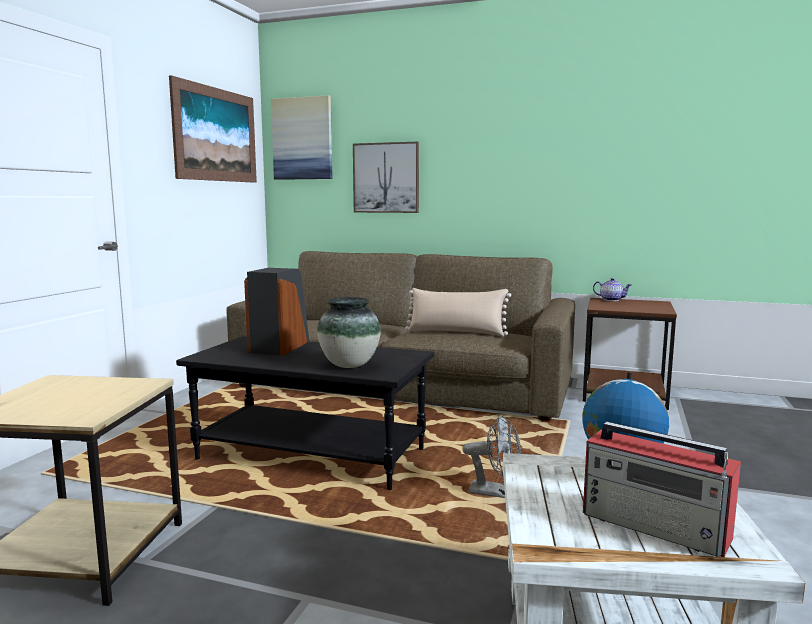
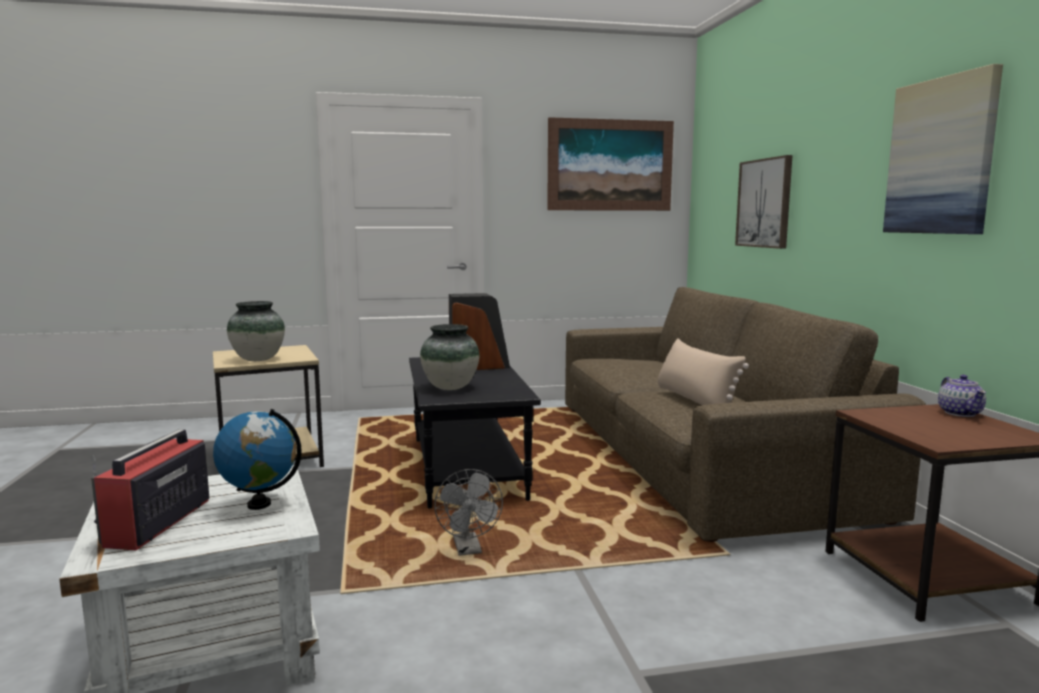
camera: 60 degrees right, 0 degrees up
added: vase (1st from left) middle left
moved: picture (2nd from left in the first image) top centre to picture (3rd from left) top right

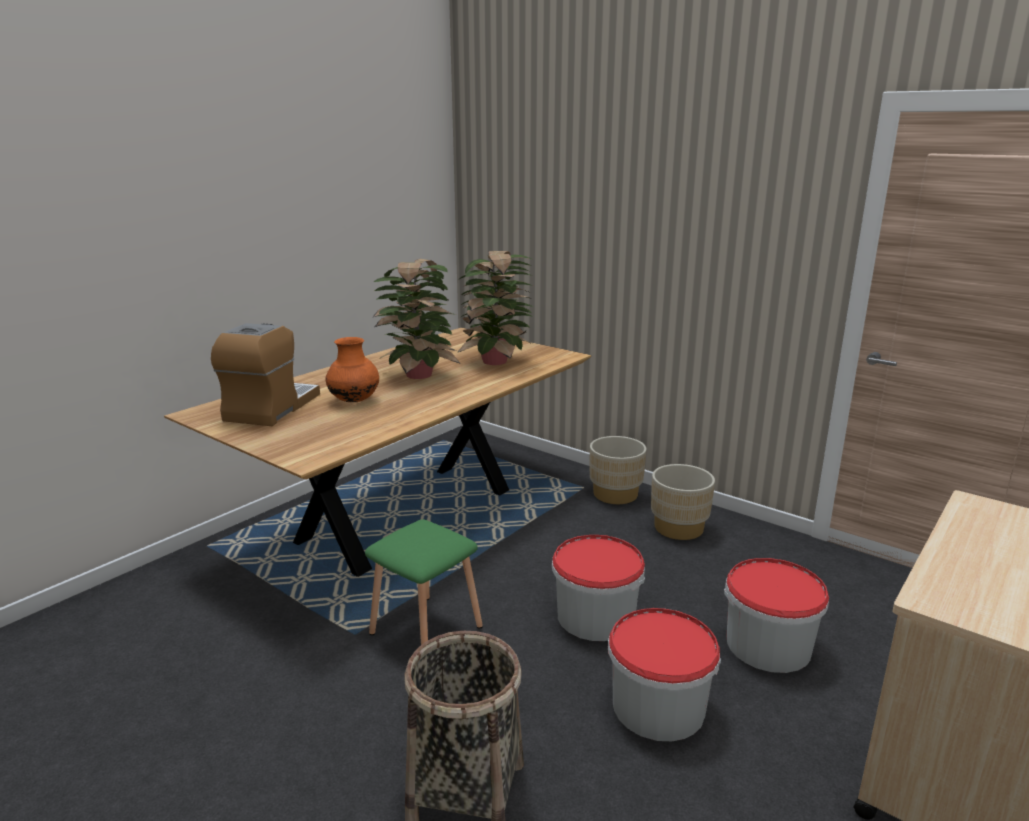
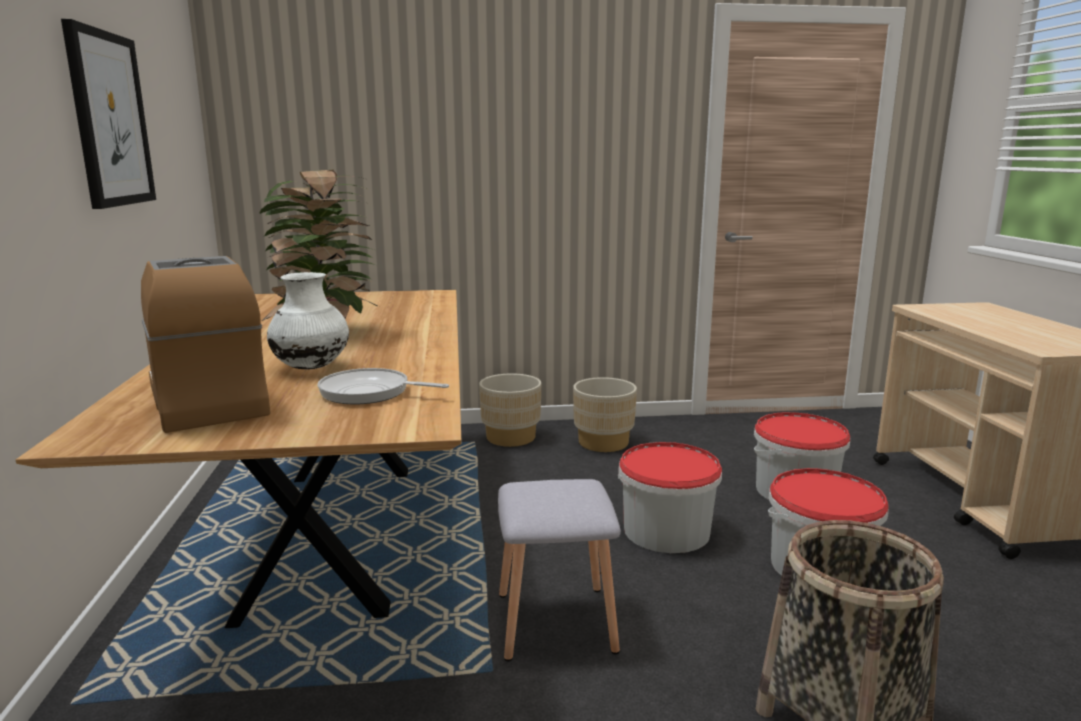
camera: 45 degrees left, 5 degrees down
removed: potted plant (2nd from left) centre
added: picture top left; frying pan centre
recoloured: orange vase centre to white vase middle left; green stool bottom centre to grey stool bottom centre

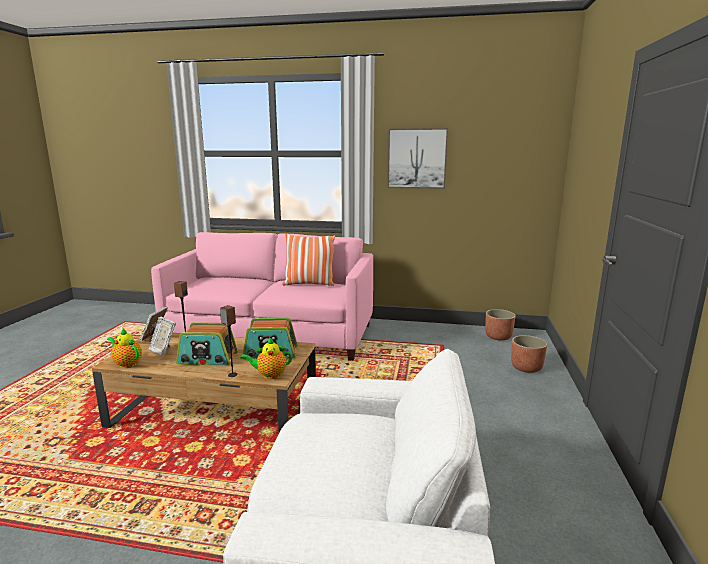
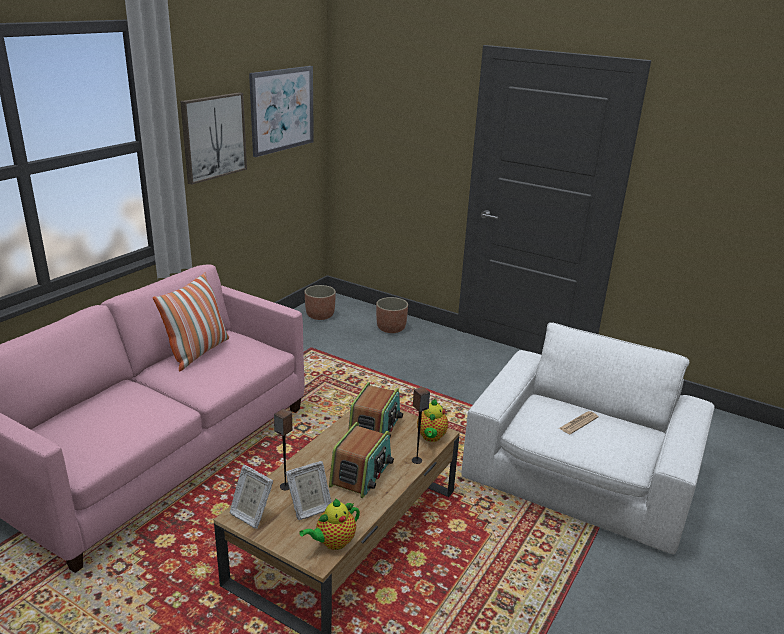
camera: 70 degrees left, 10 degrees up
added: picture (2nd from left) top centre; newspaper middle right

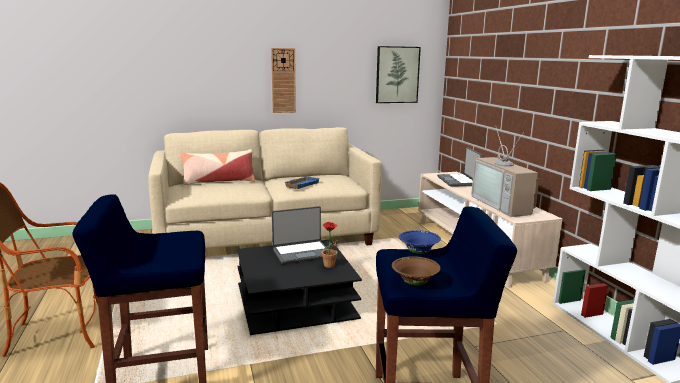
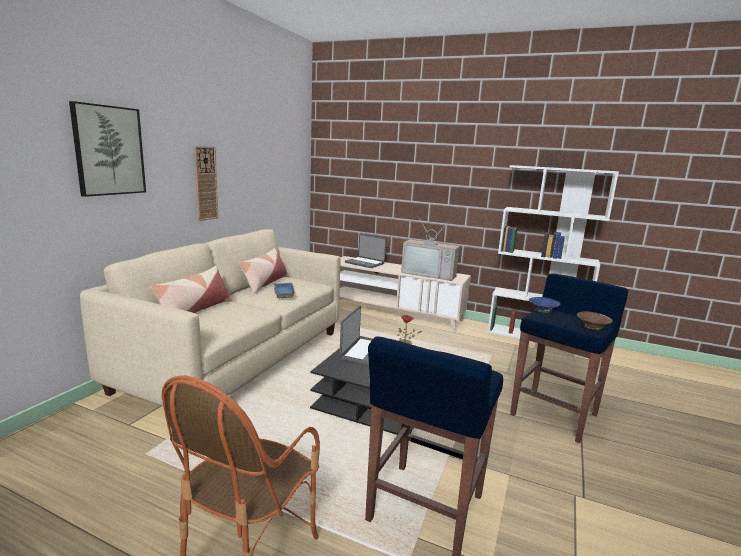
camera: 50 degrees left, 0 degrees up
added: pillow (2nd from left) centre
moved: picture top centre to top left

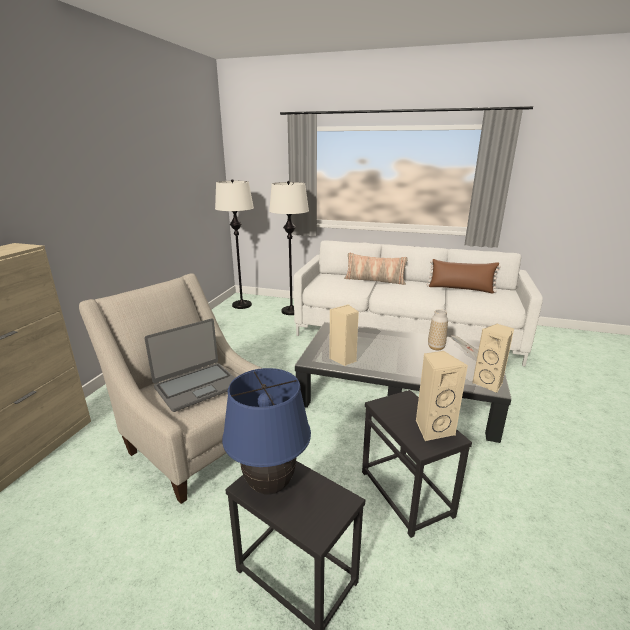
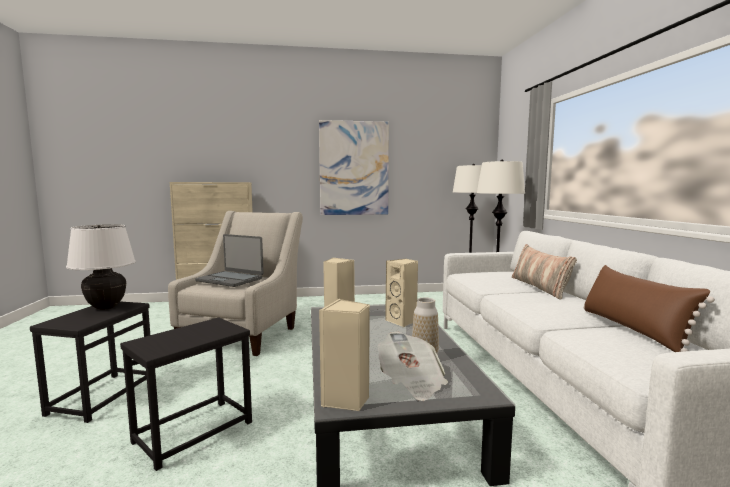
camera: 65 degrees right, 15 degrees down
added: picture centre
moved: beige speaker (2nd from left in the first image) middle right to beige speaker (3rd from left) centre
recoloured: blue table lamp bottom centre to white table lamp middle left

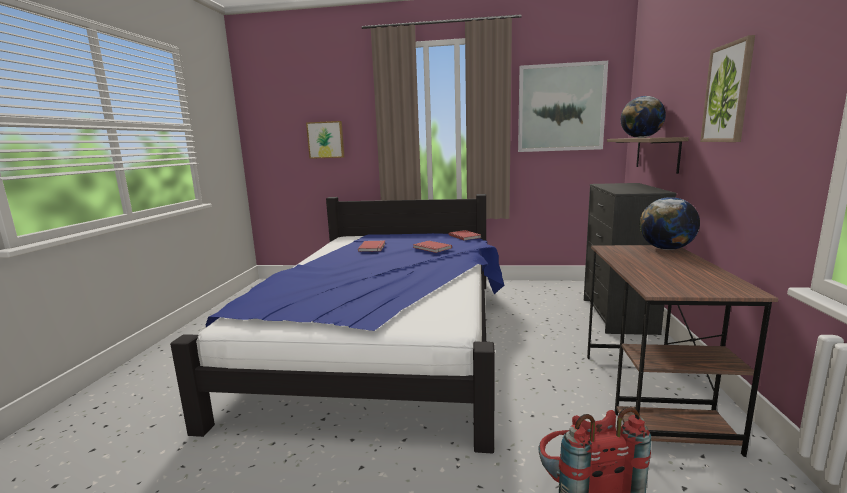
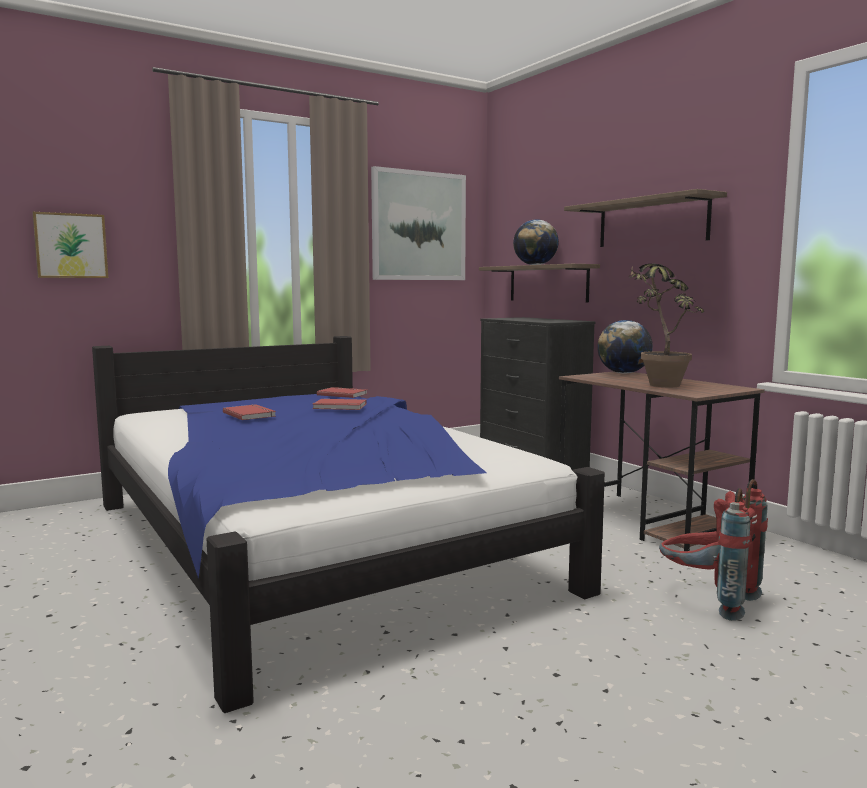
camera: 40 degrees left, 5 degrees down
added: potted plant middle right
replaced: picture (3rd from left) top right to shelf (2nd from left) top right

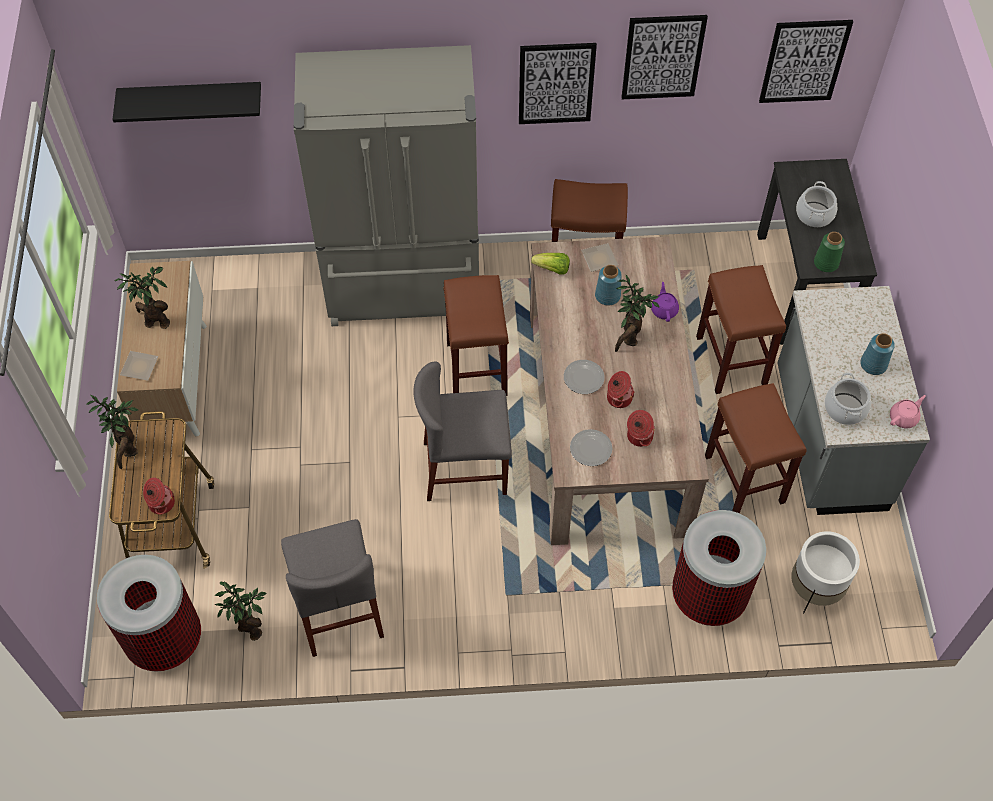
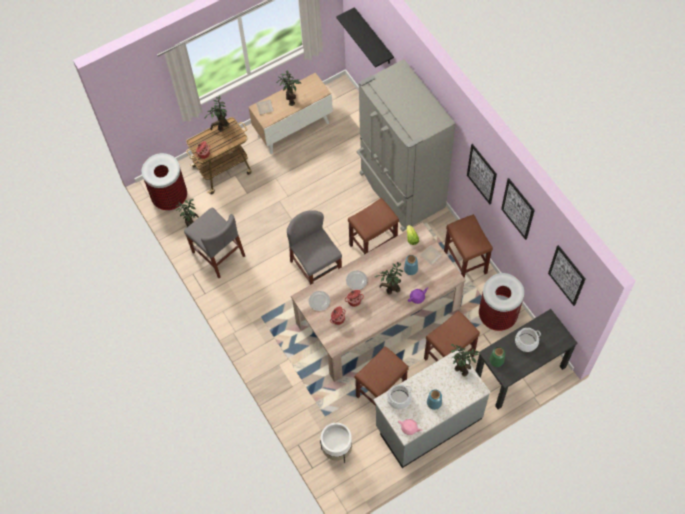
camera: 65 degrees right, 5 degrees up
added: potted plant (5th from left) bottom right
moved: trash can (2nd from left) bottom right to middle right
turned: grey chair (1st from left) bottom centre = middle left 90 degrees counterclockwise

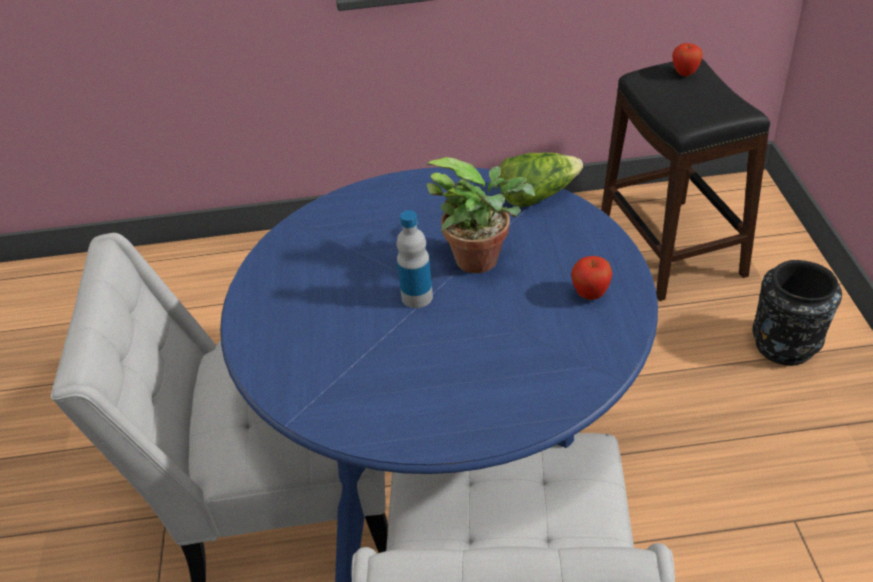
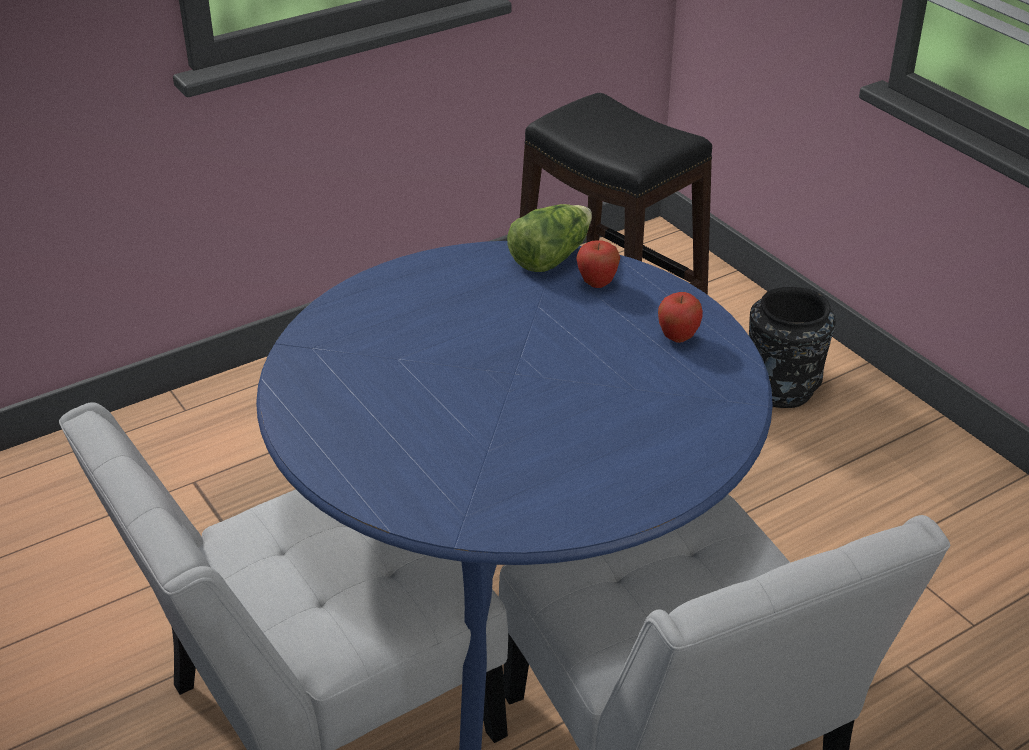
camera: 30 degrees left, 5 degrees down
removed: bottle centre; potted plant centre
moved: apple (2nd from left in the first image) top right to apple (1st from left) centre

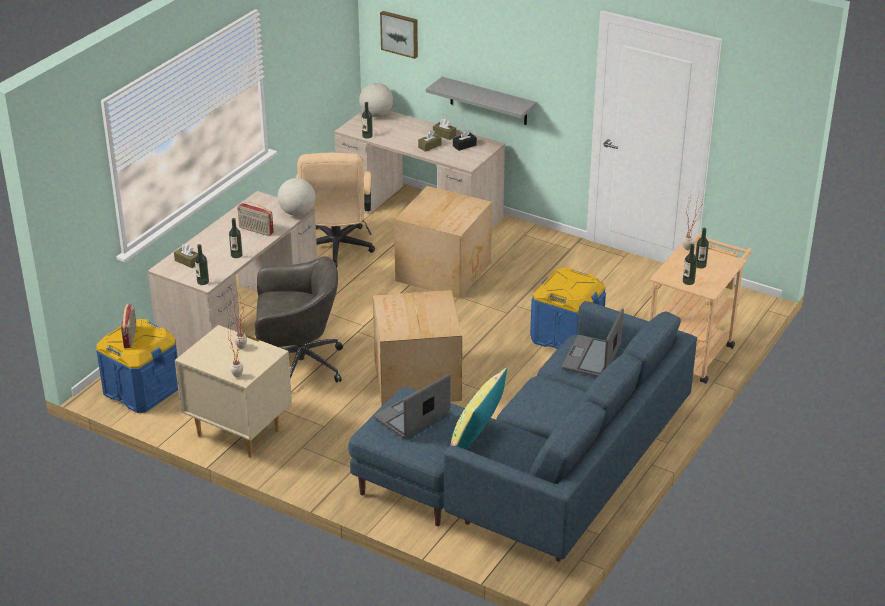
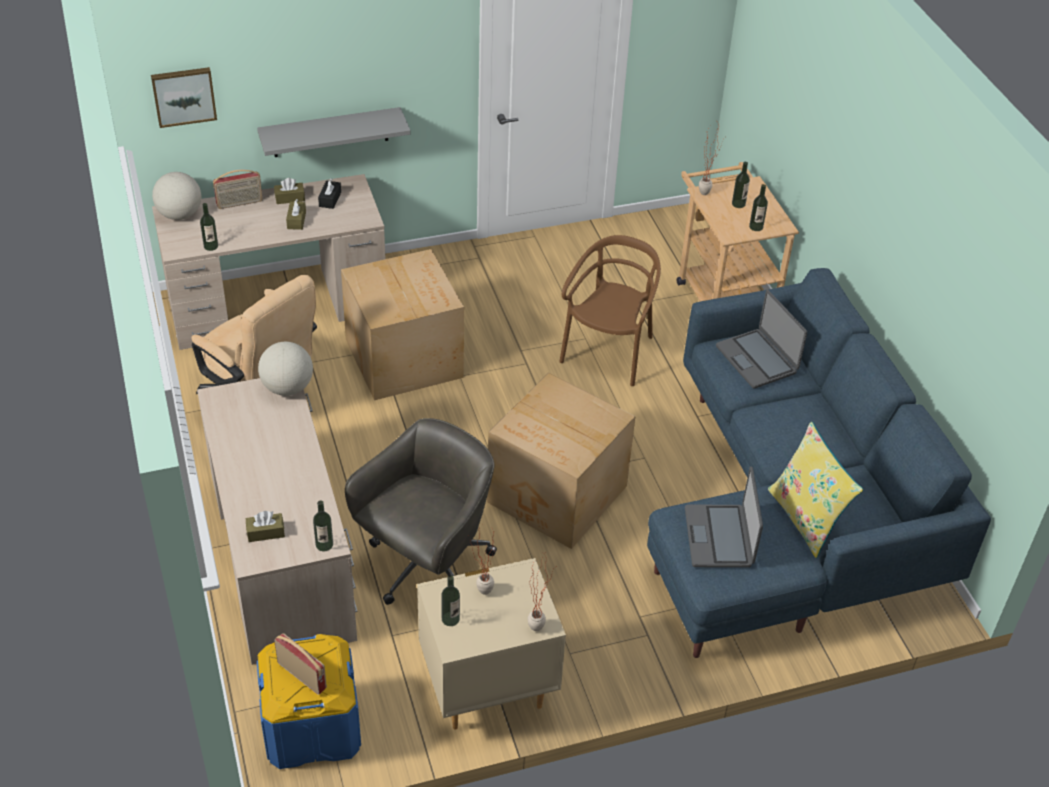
camera: 50 degrees left, 10 degrees up
moved: bottle (2nd from left in the first image) middle left to bottle (3rd from left) bottom centre; radio (2nd from left in the first image) middle left to radio (1st from left) top left
replaced: blue storage box (2nd from left) centre to brown chair centre

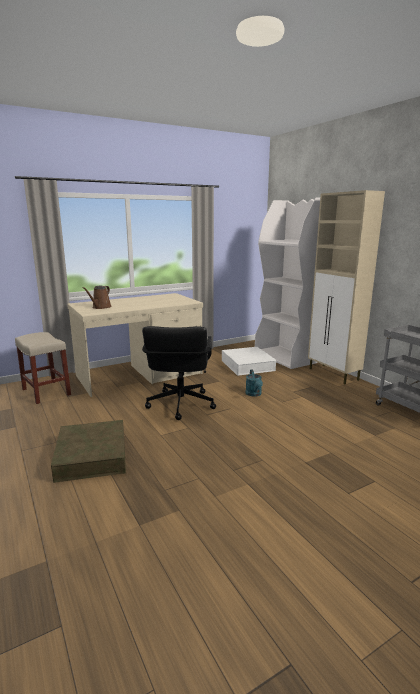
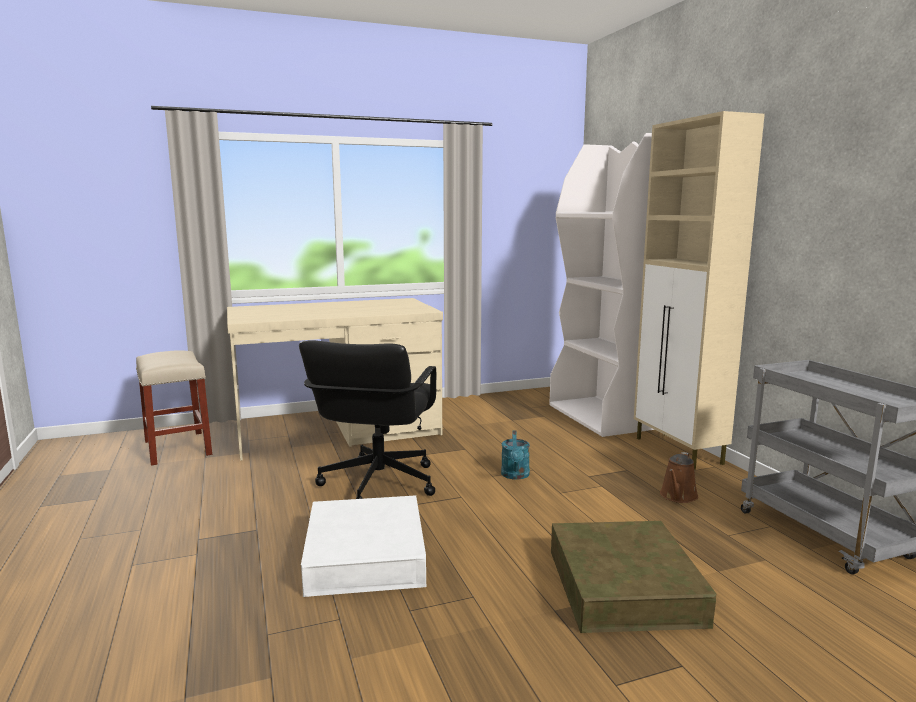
camera: 10 degrees right, 5 degrees down
moved: brown storage box middle left to bottom right; brown watering can middle left to bottom right; white storage box centre to bottom centre

